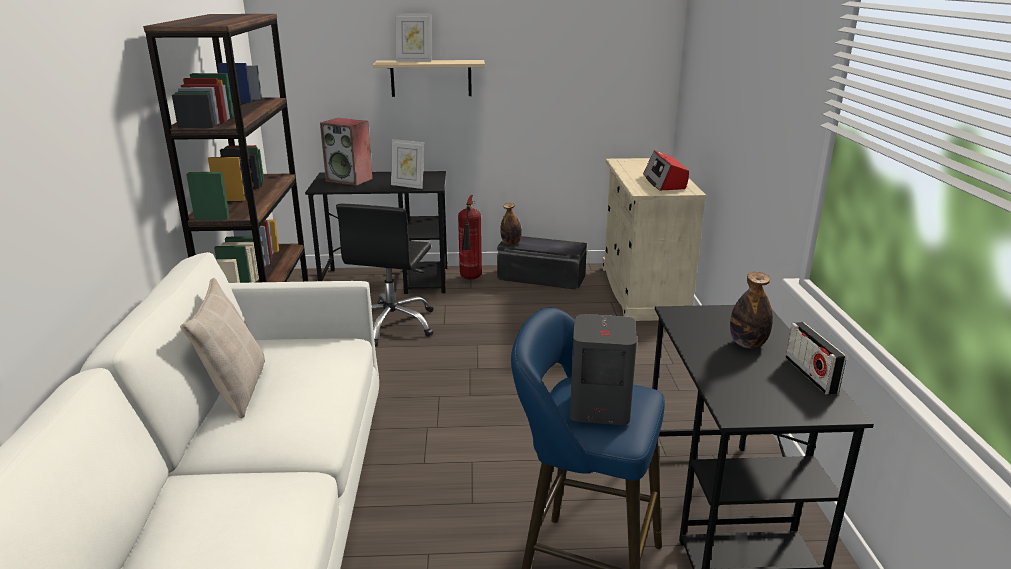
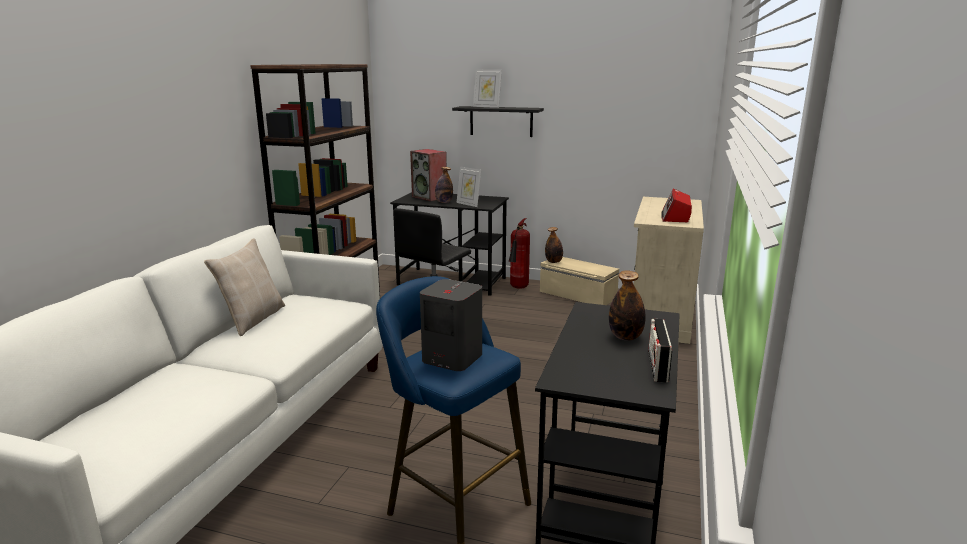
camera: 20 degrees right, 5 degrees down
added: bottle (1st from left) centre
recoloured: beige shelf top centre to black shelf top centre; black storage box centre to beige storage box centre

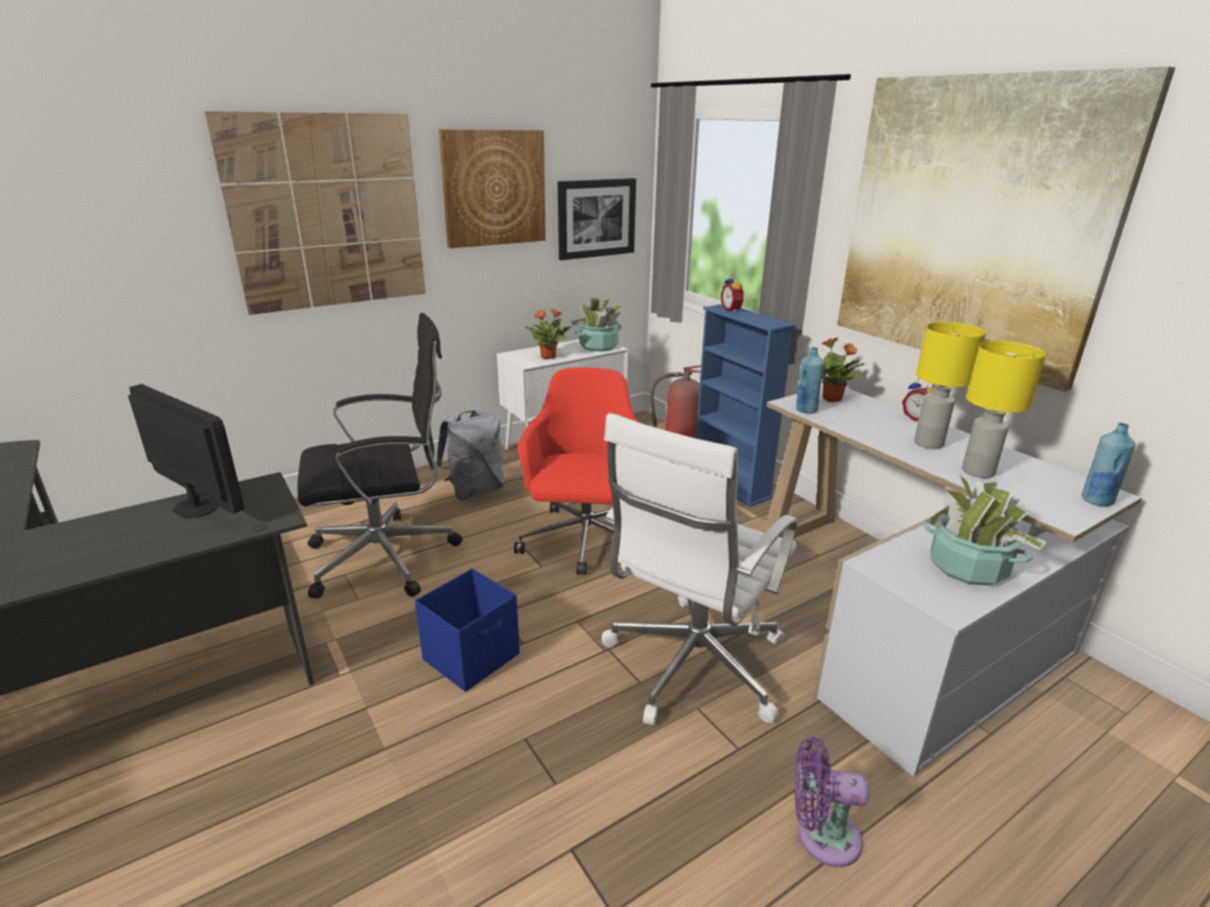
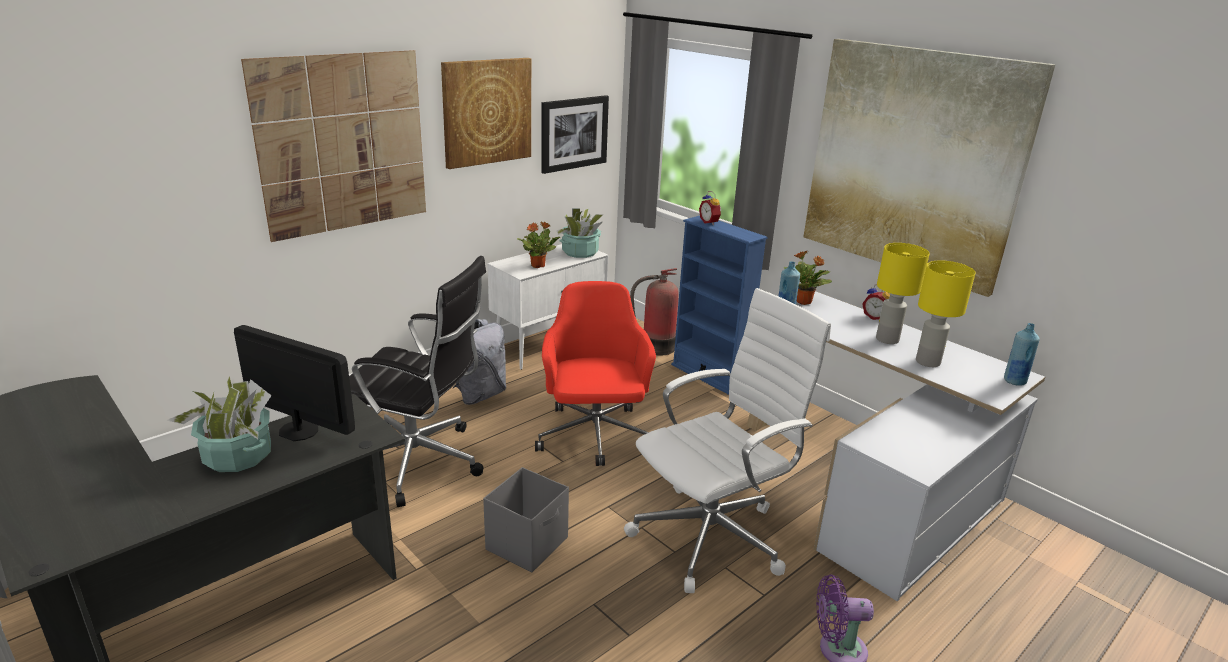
camera: 10 degrees left, 0 degrees up
moved: potted plant (4th from left in the first image) middle right to potted plant (1st from left) middle left
recoloured: blue storage box bottom centre to grey storage box bottom centre
turned: black office chair middle left = centre 45 degrees clockwise; white office chair centre = centre 150 degrees counterclockwise

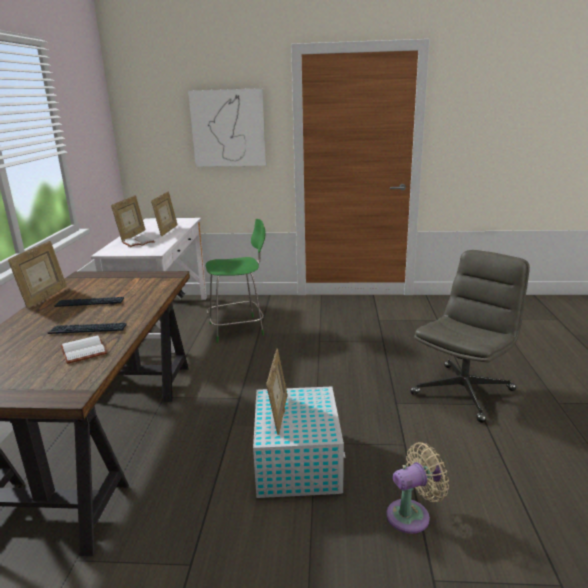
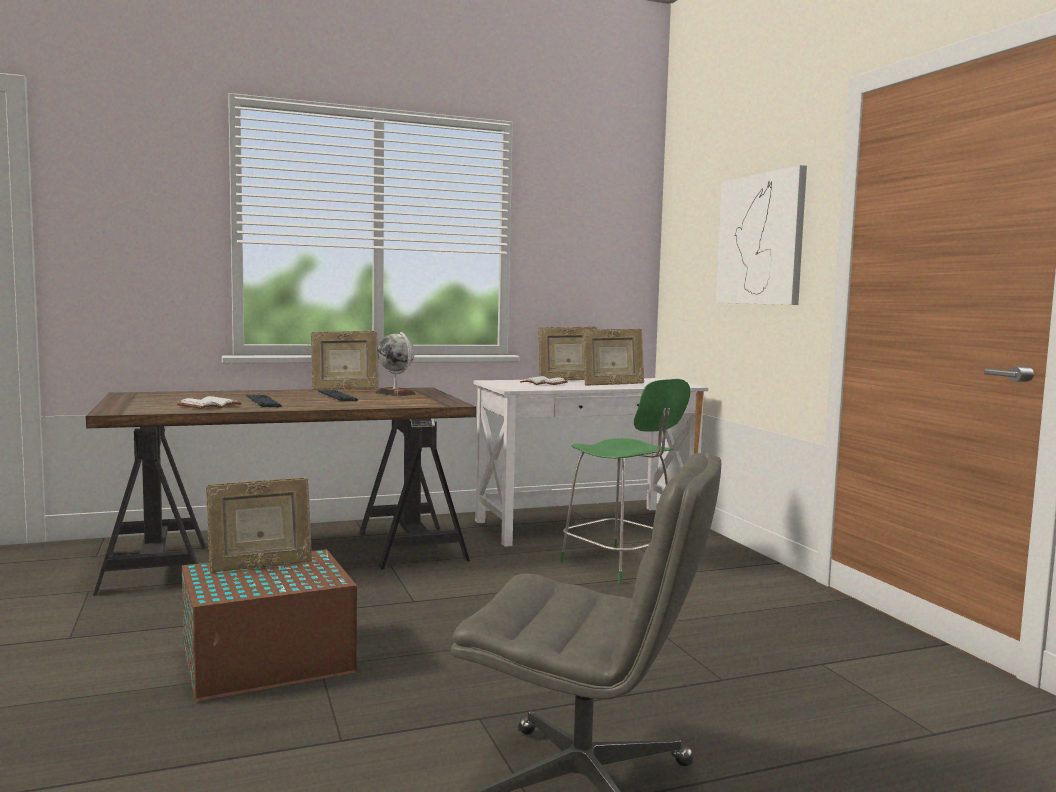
camera: 65 degrees right, 15 degrees down
removed: beige fan bottom right
added: globe centre
recoloured: white storage box bottom centre to brown storage box bottom left

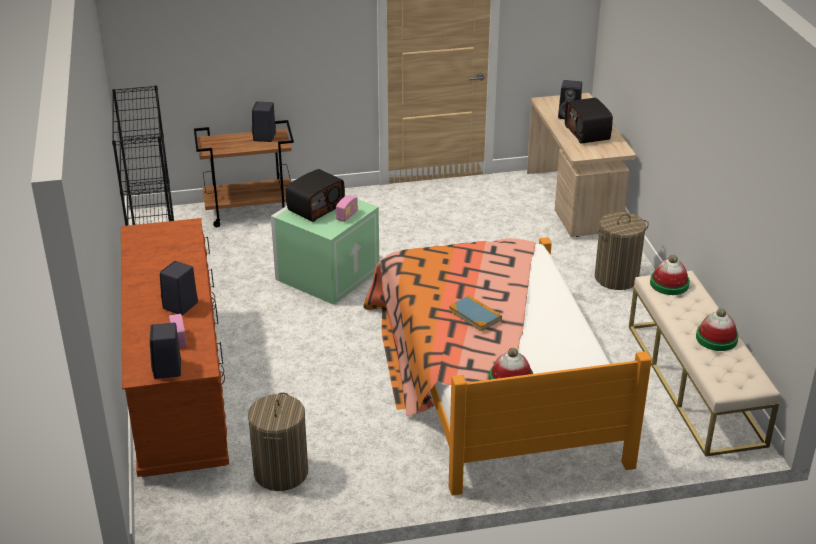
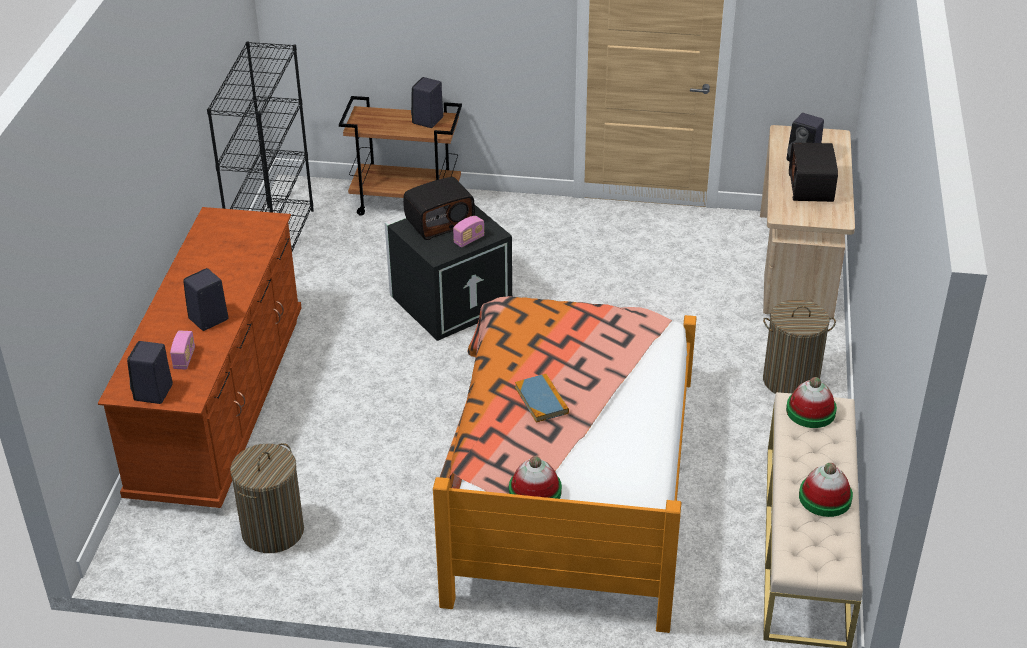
camera: 20 degrees right, 5 degrees up
recoloured: green storage box centre to black storage box centre

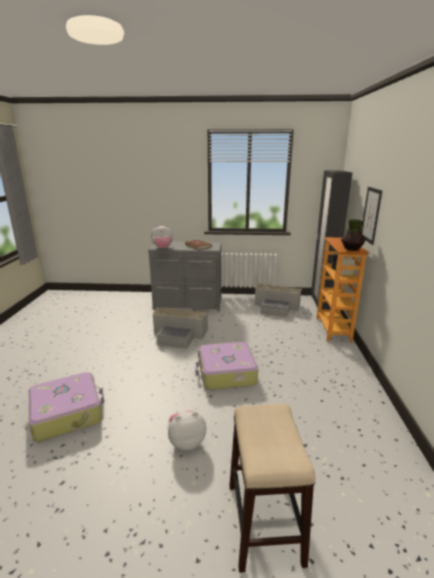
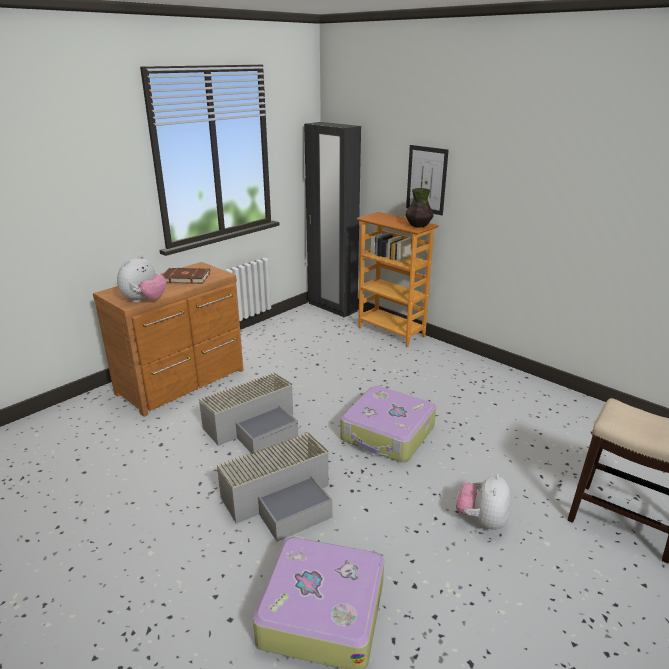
camera: 50 degrees left, 5 degrees up
moved: grey storage box (2nd from left) centre to bottom centre
recoloured: grey dresser centre to brown dresser middle left

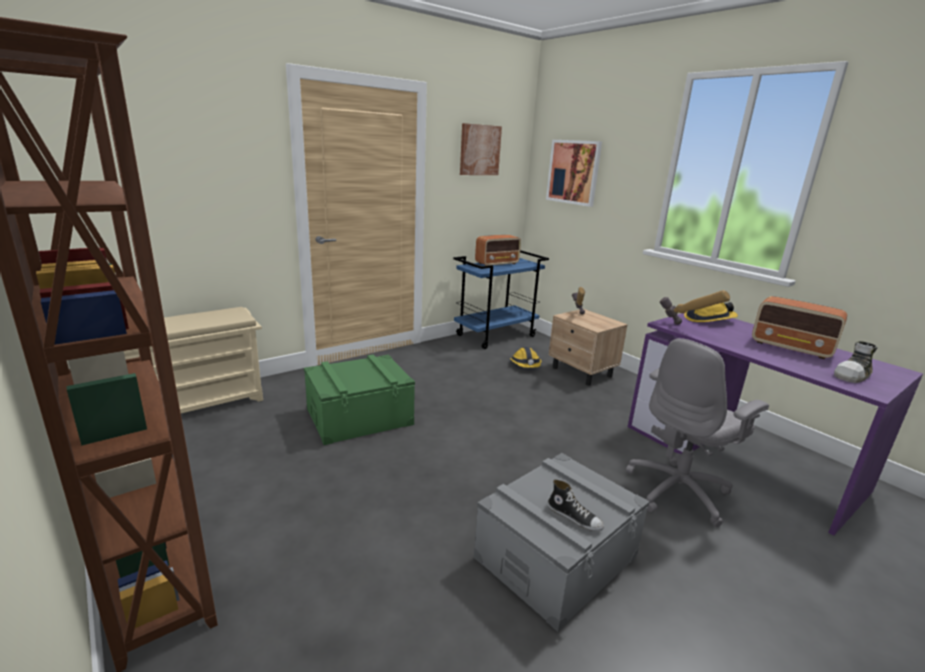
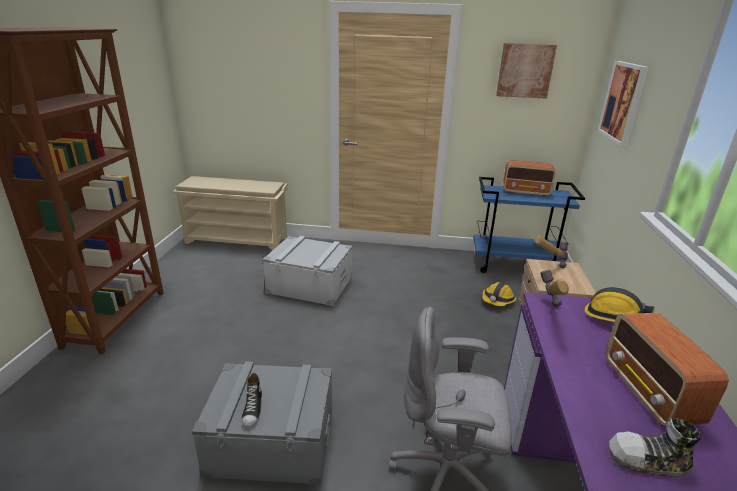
camera: 45 degrees right, 5 degrees up
recoloured: green storage box centre to grey storage box (2nd from left) centre

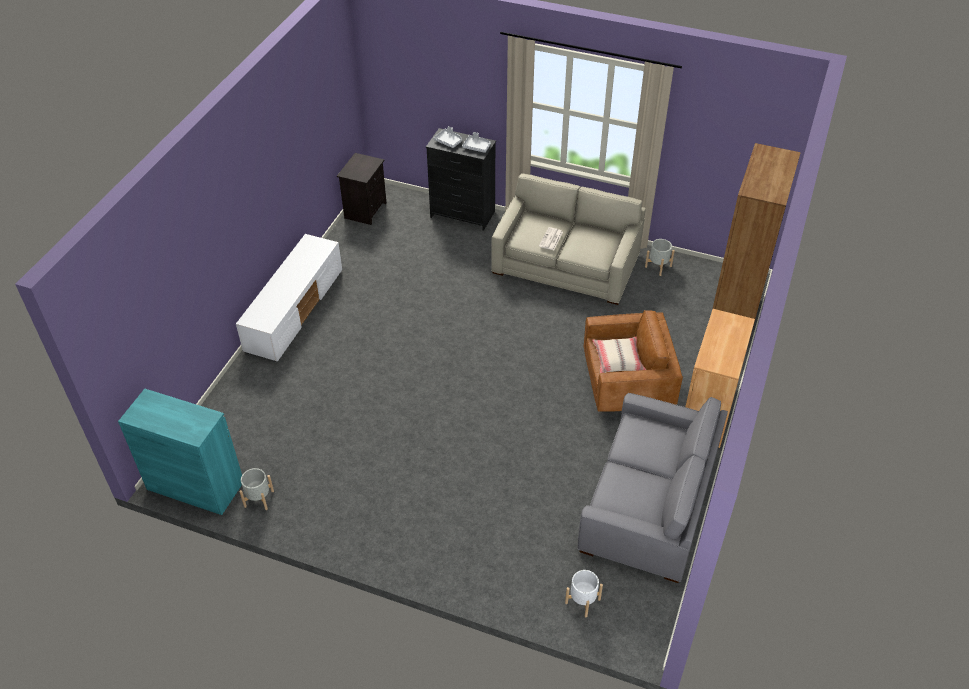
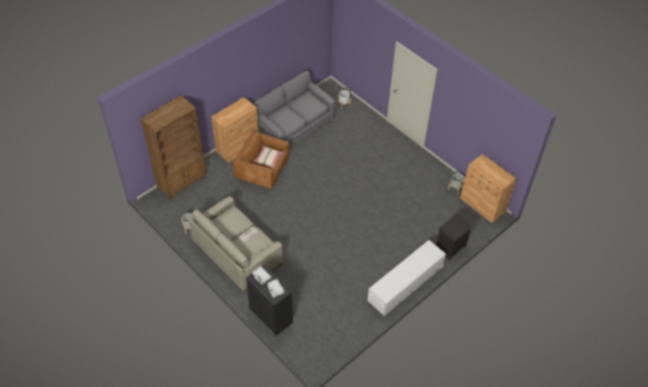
camera: 155 degrees left, 5 degrees up
moved: black nightstand top centre to middle right
recoloured: turquoise cabinet middle left to brown cabinet (2nd from left) middle right

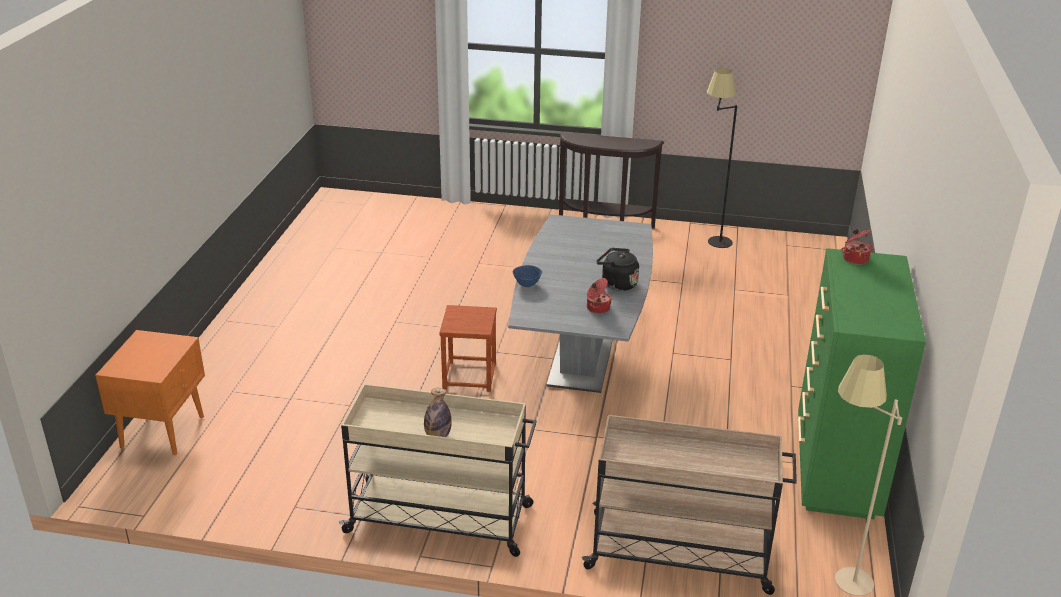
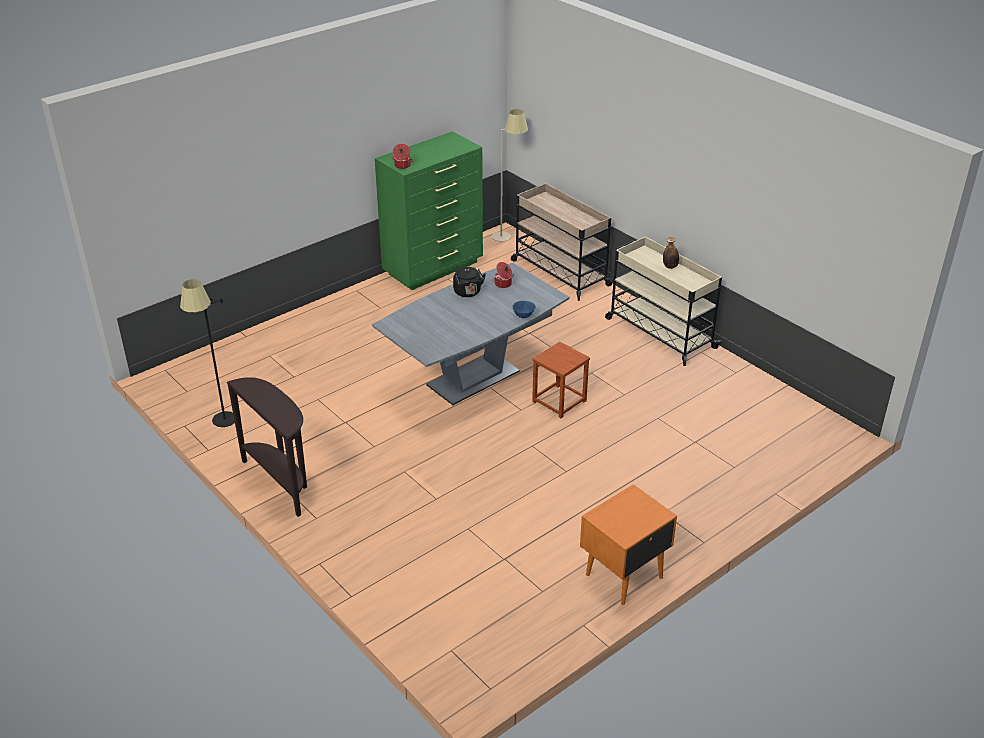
camera: 140 degrees left, 5 degrees up
moved: orange nightstand middle left to bottom centre

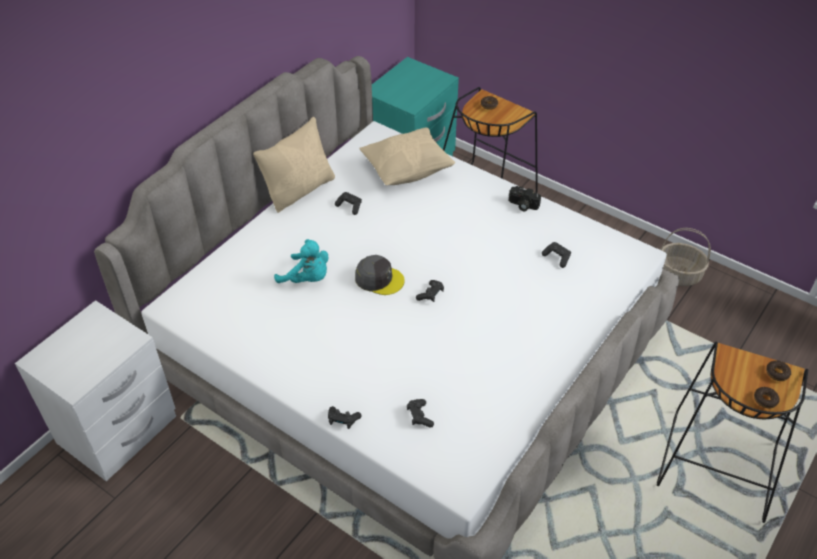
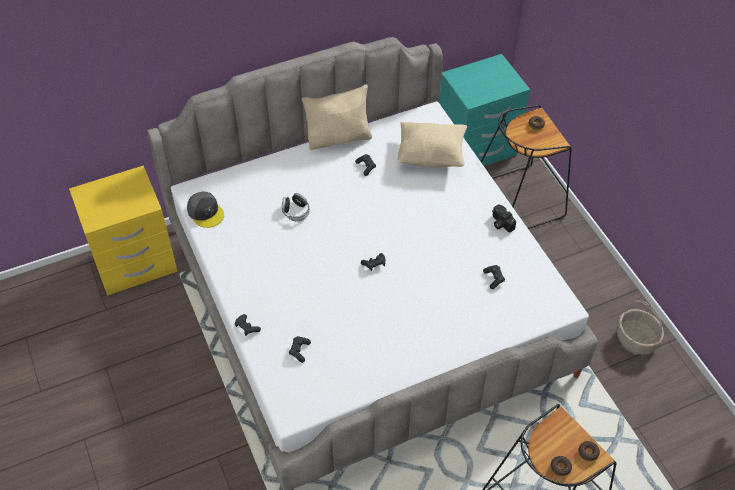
camera: 30 degrees right, 5 degrees up
moved: grey cap centre to middle left
replaced: turquoise plush toy centre to headphones centre
recoloured: white nightstand bottom left to yellow nightstand middle left

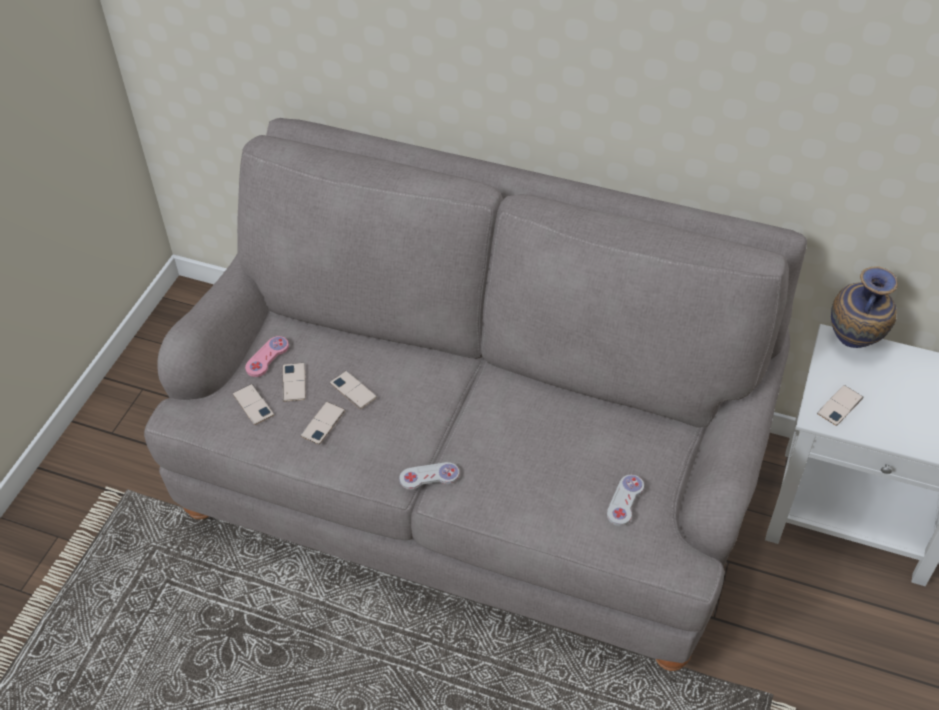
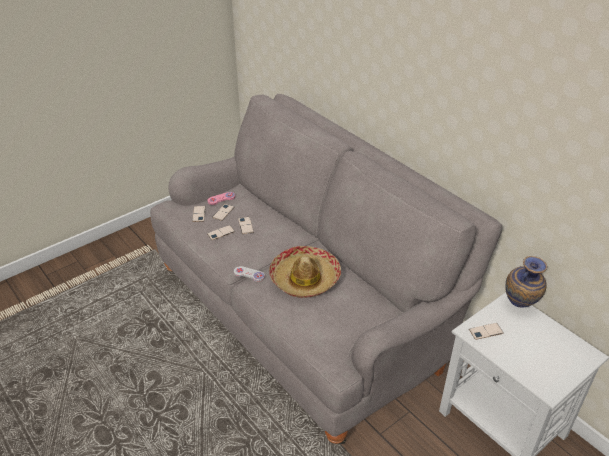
camera: 30 degrees right, 10 degrees down
removed: white game controller (2nd from left) bottom centre
added: hat centre

